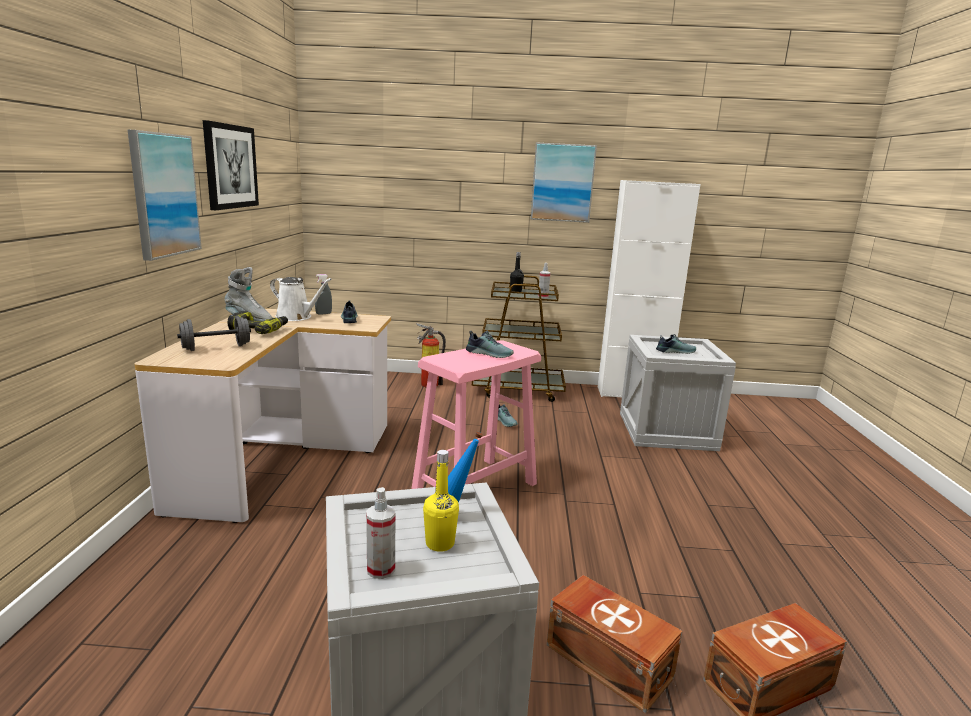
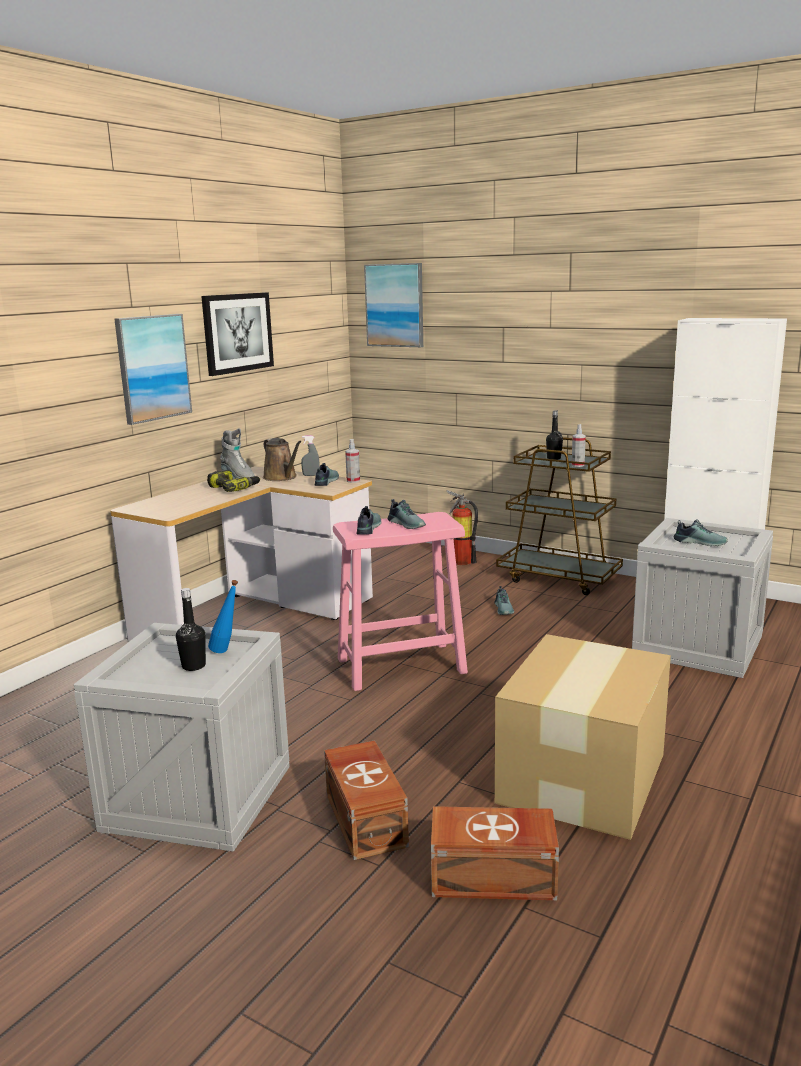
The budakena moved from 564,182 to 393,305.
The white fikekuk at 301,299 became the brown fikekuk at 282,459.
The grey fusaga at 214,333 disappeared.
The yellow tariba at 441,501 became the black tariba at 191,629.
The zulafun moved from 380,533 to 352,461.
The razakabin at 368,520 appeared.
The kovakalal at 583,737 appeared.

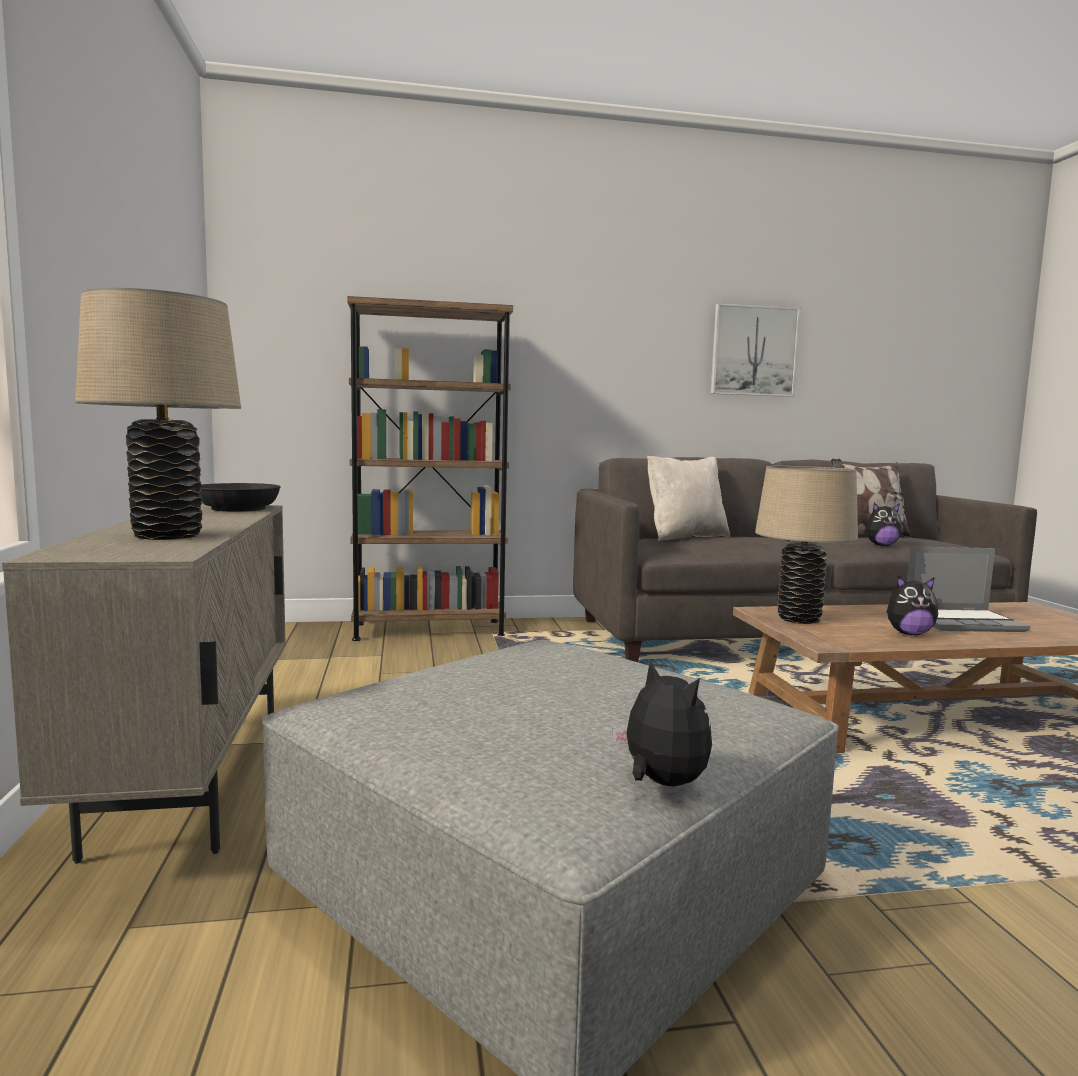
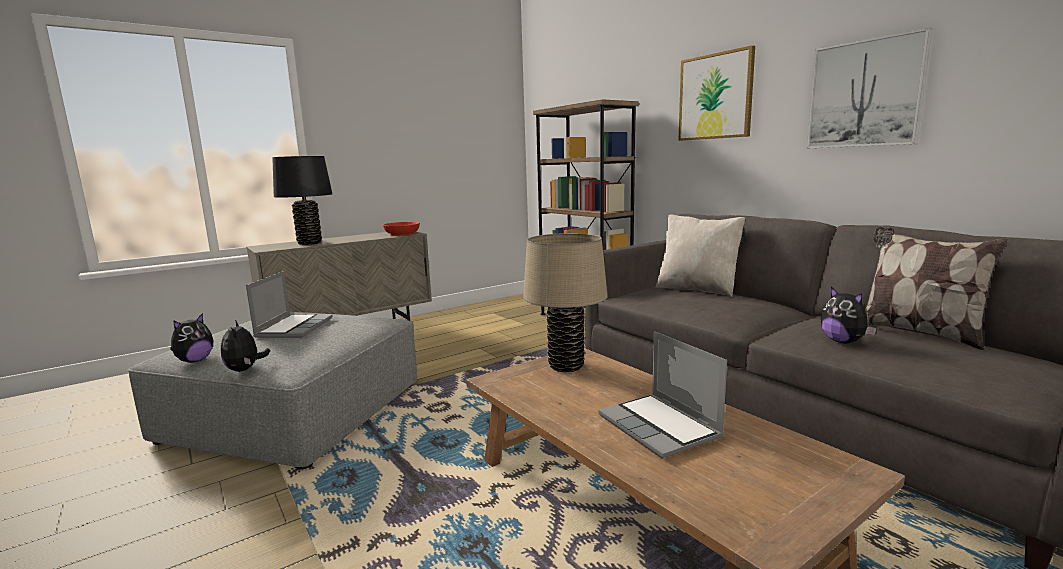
The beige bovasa at 158,413 became the black bovasa at 302,200.
The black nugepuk at 240,497 became the red nugepuk at 401,229.
The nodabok moved from 912,605 to 245,346.
The budakena at 716,93 appeared.
The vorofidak at 289,304 appeared.

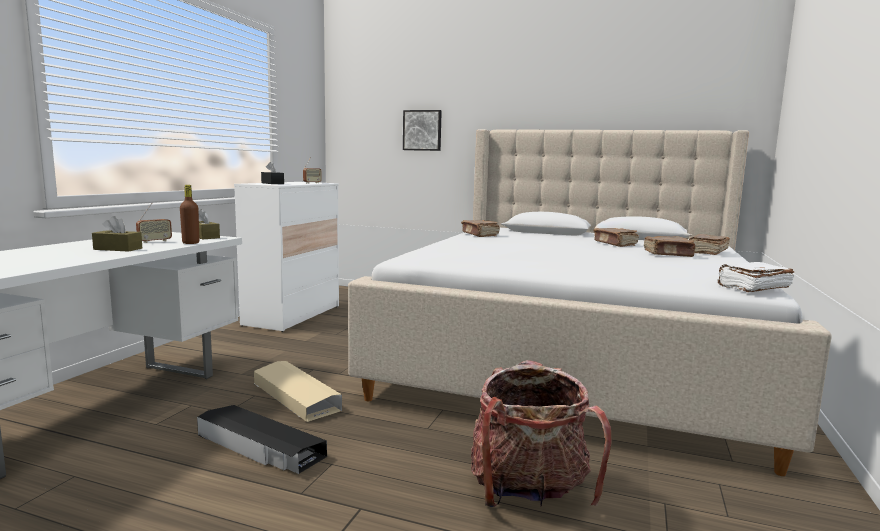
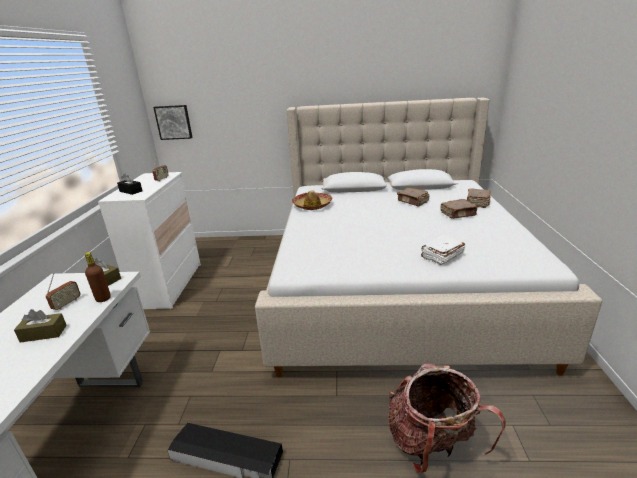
The budakena moved from 422,130 to 173,122.
The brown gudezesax at 480,228 was replaced by the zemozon at 312,200.
The white gudezesax moved from 756,277 to 443,250.
The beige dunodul at 298,391 disappeared.

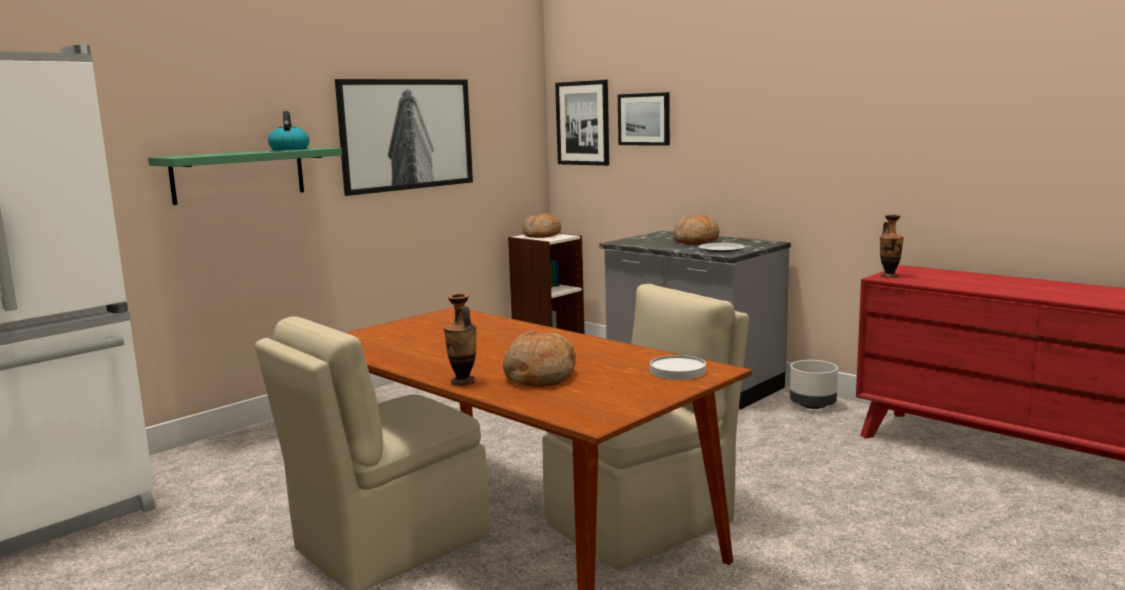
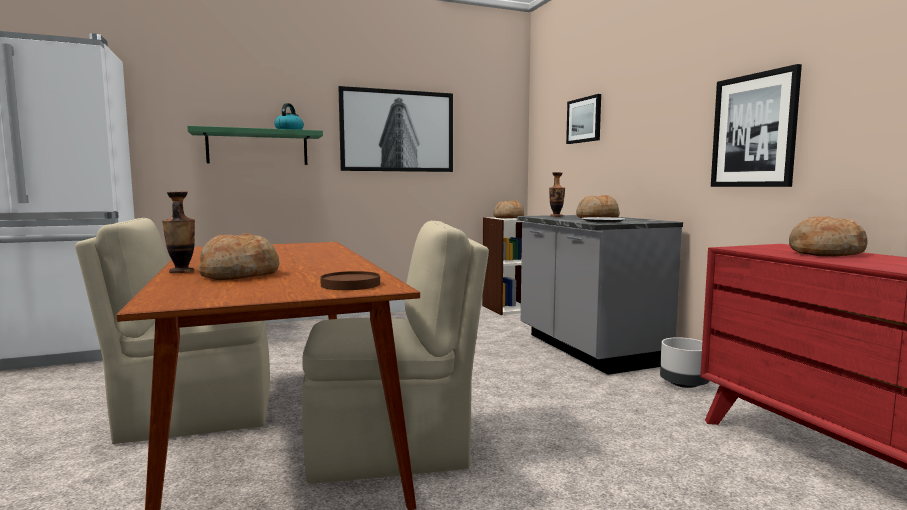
The budakena moved from 582,123 to 756,125.
The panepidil moved from 892,246 to 557,194.
The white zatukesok at 678,367 became the brown zatukesok at 350,280.
The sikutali at 828,236 appeared.

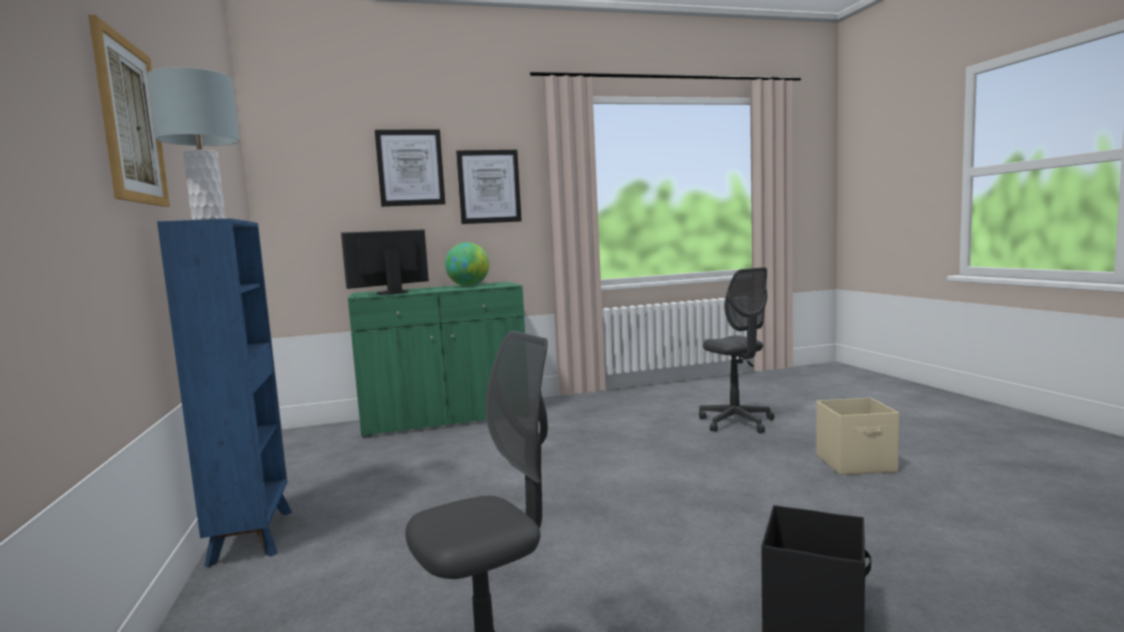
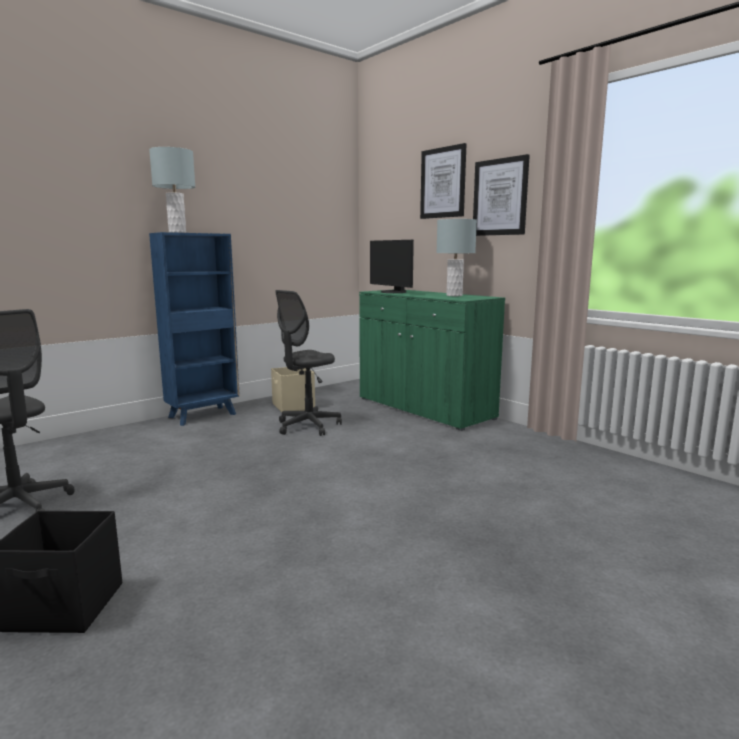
The budakena at 129,111 disappeared.
The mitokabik at 385,262 turned 150 degrees counterclockwise.
The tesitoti at 467,264 was replaced by the grey bovasa at 457,257.
The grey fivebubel moved from 736,350 to 308,363.
The beige dunodul moved from 857,436 to 293,389.

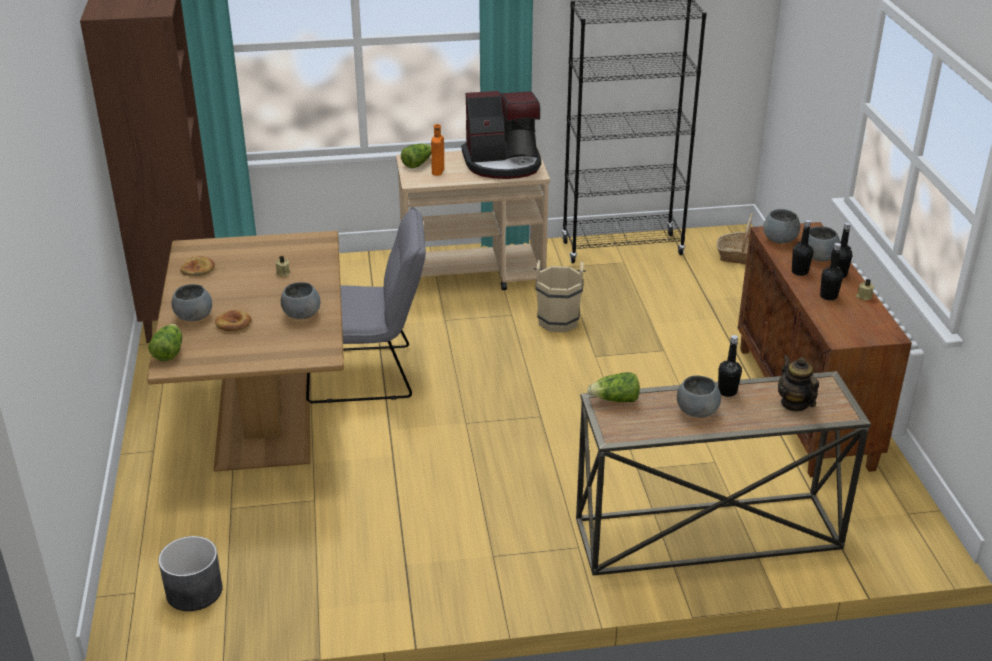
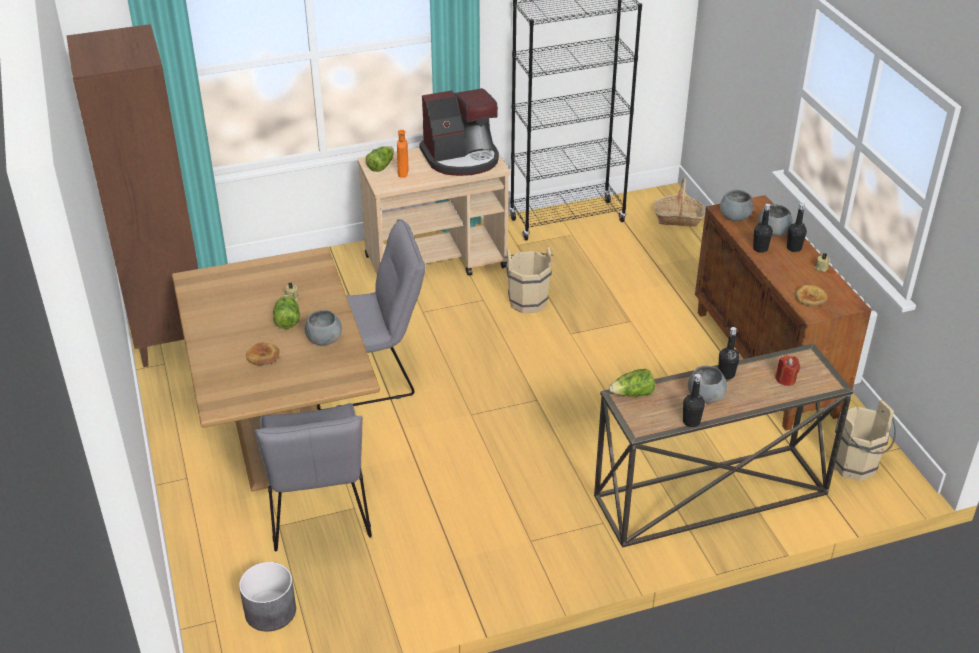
The black tariba moved from 831,271 to 694,400.
The sikutali moved from 197,266 to 811,295.
The grey nugepuk at 192,302 disappeared.
The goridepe moved from 165,342 to 286,312.
The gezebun at 798,383 was replaced by the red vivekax at 787,370.
The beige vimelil at 865,440 appeared.
The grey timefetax at 313,477 appeared.

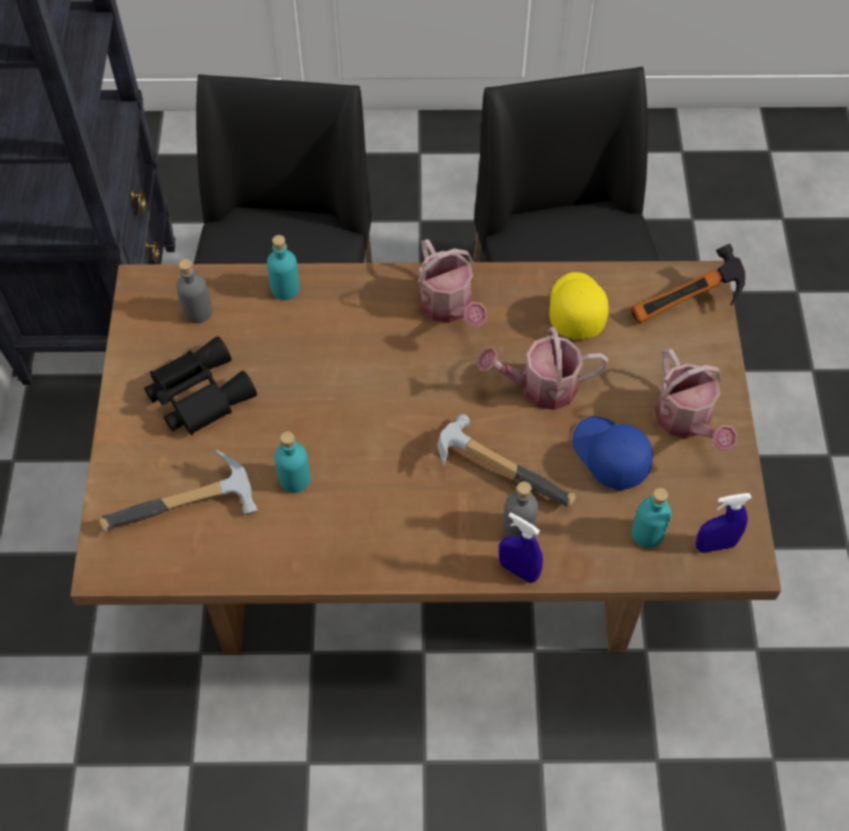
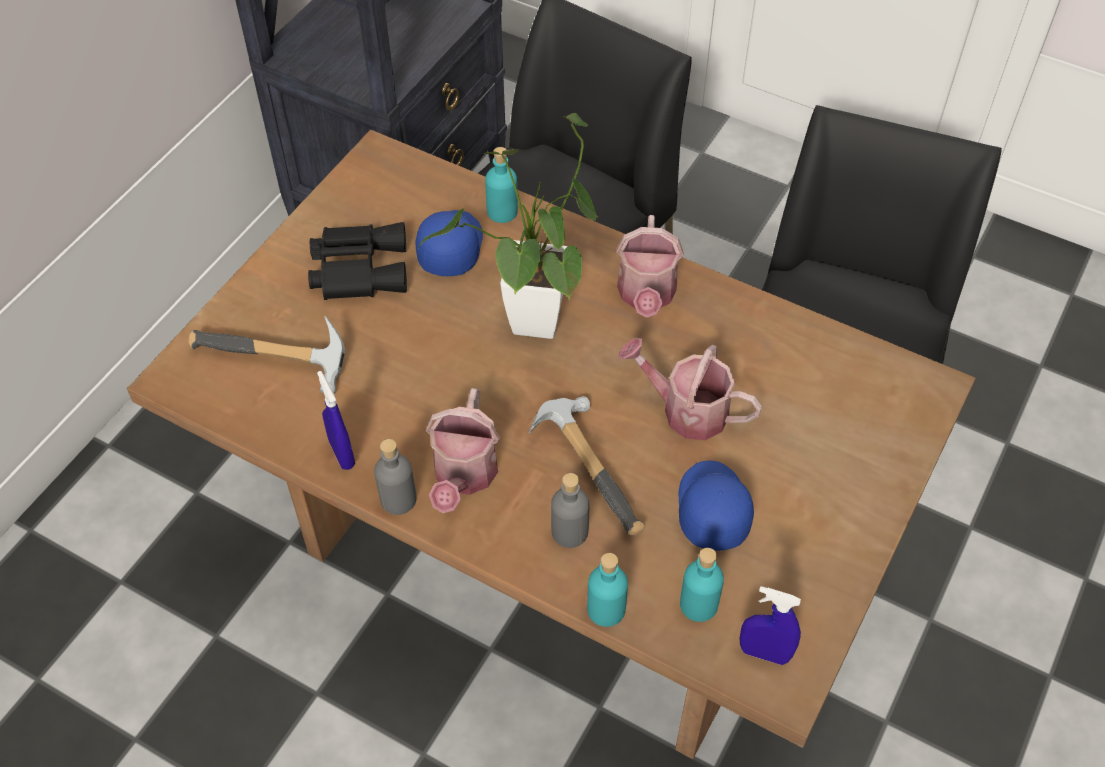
The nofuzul at 687,284 disappeared.
The grey tariba moved from 194,291 to 395,477.
The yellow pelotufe at 579,305 disappeared.
The fikekuk moved from 696,400 to 463,450.
The turquoise tariba moved from 293,462 to 607,590.
The blue zulafun moved from 521,547 to 336,420.
The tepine at 508,226 appeared.
The blue pelotufe at 449,243 appeared.

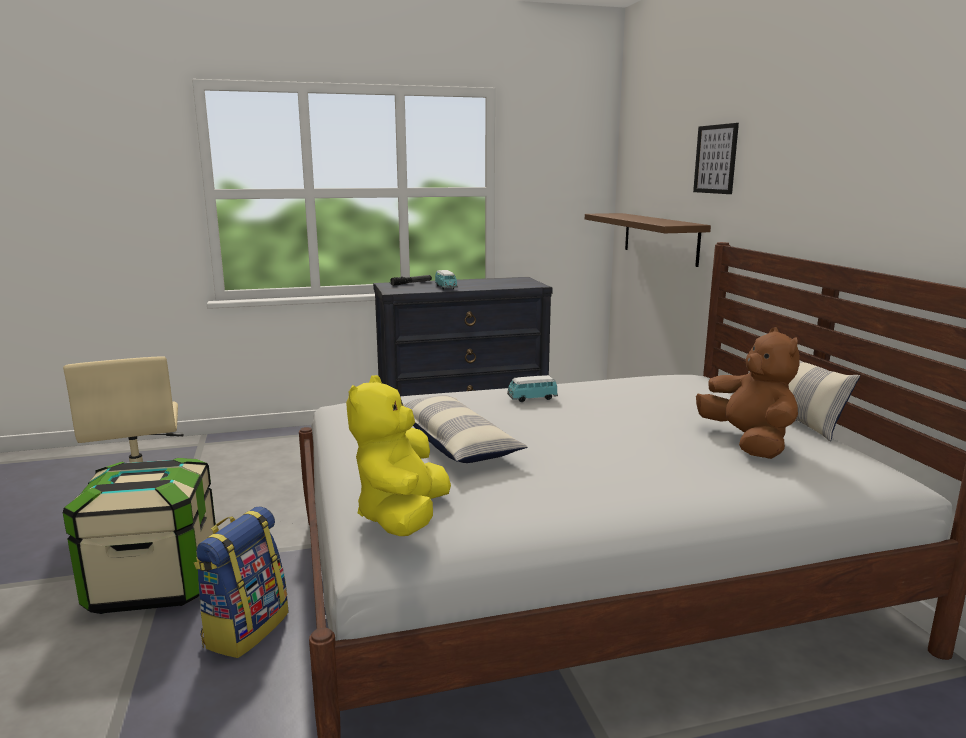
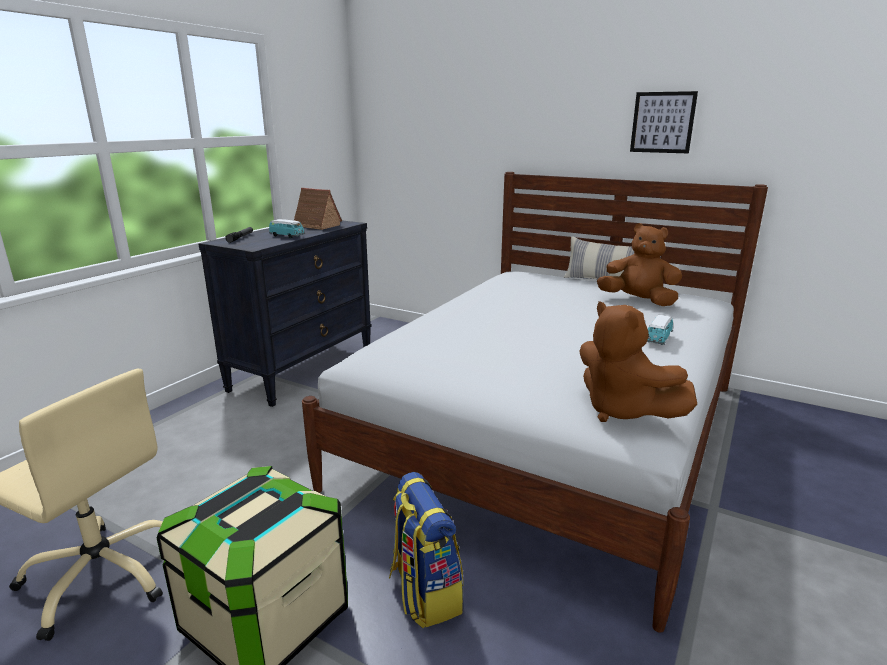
The budakena moved from 716,158 to 664,122.
The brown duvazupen at 648,240 disappeared.
The yellow nodabok at 398,455 became the brown nodabok at 638,361.
The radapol moved from 532,388 to 660,330.
The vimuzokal at 465,429 disappeared.
The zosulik at 318,209 appeared.

